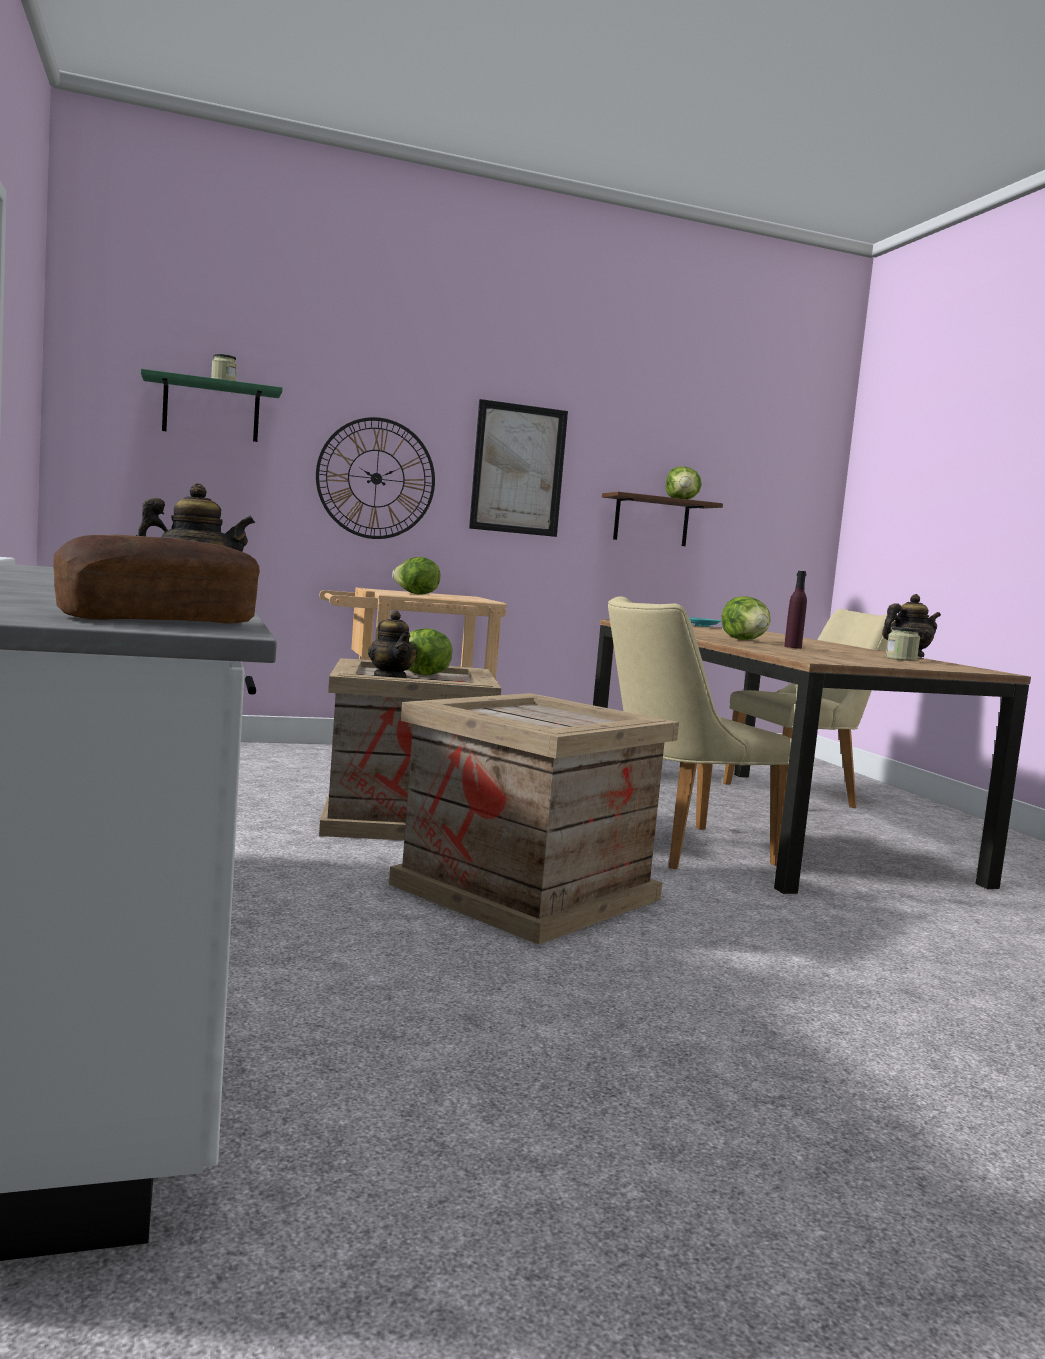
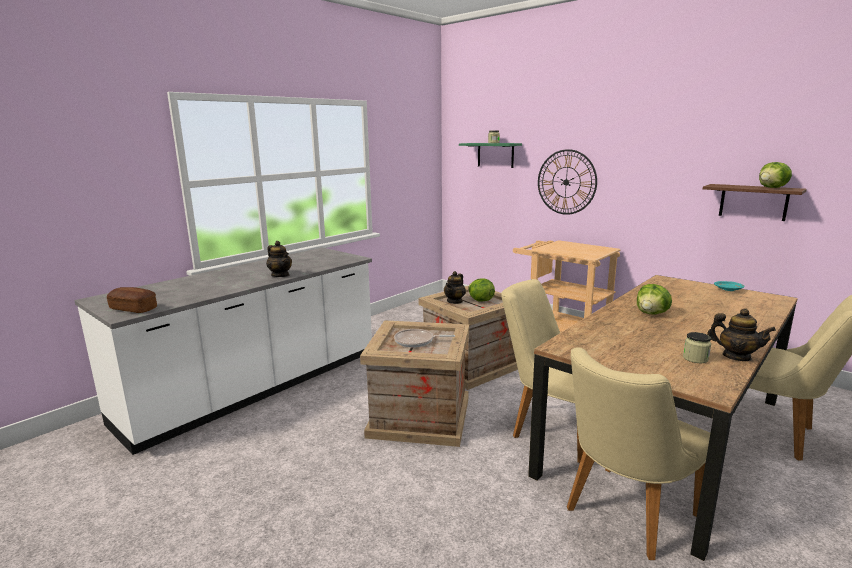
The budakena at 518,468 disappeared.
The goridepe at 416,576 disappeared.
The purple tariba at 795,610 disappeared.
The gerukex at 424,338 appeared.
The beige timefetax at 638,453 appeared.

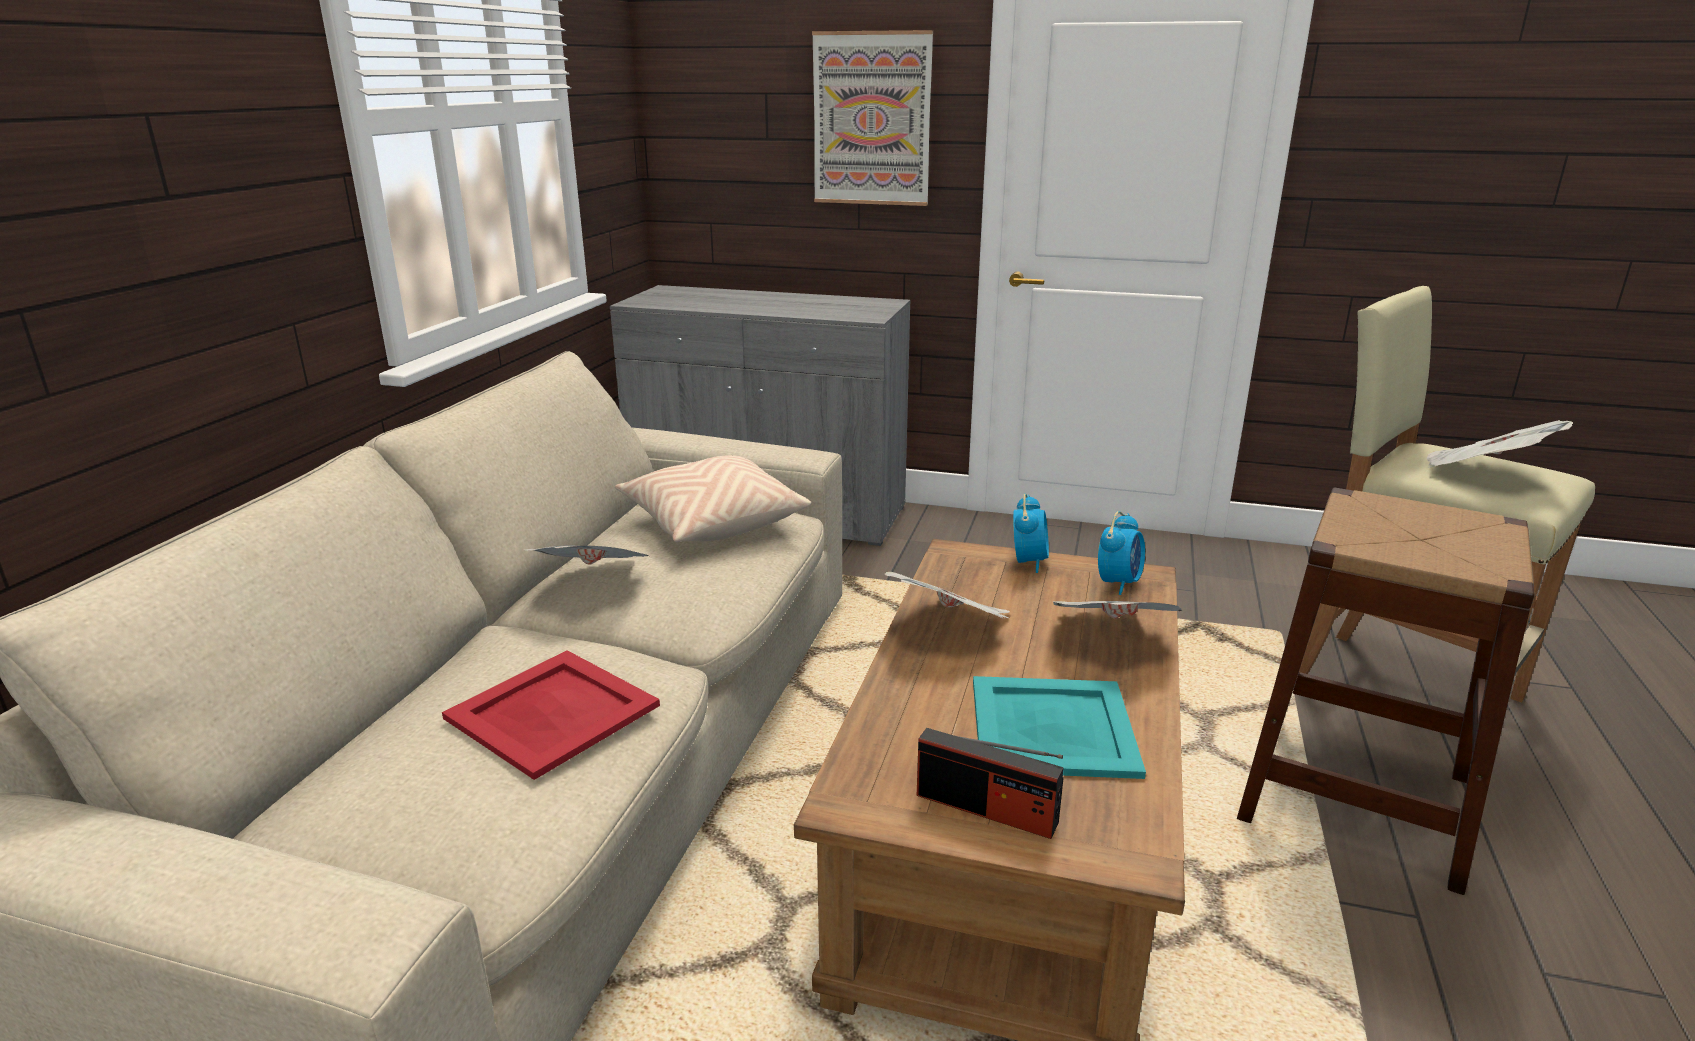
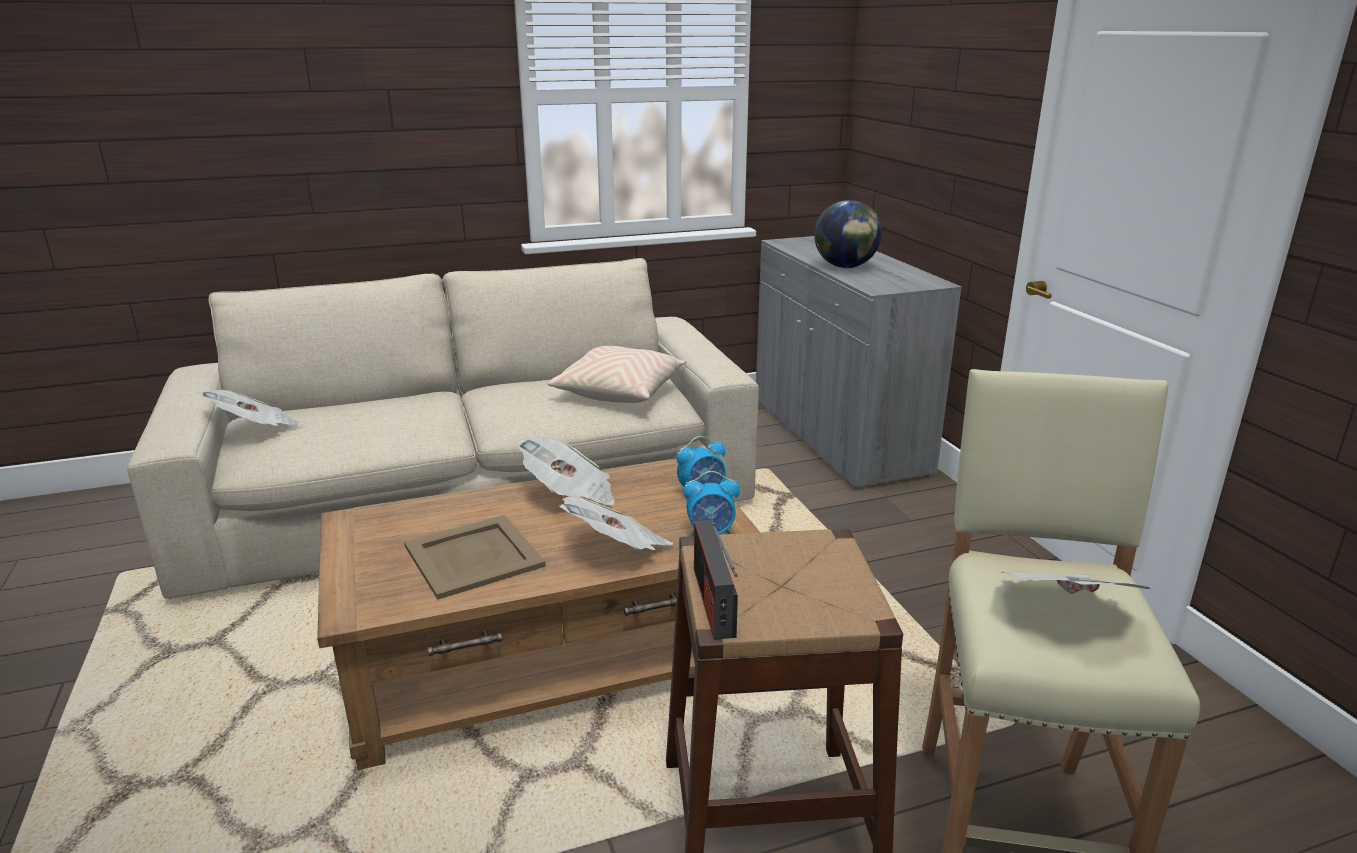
The budakena at 872,118 disappeared.
The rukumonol moved from 586,555 to 250,408.
The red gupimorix at 551,715 disappeared.
The turquoise gupimorix at 1059,727 became the beige gupimorix at 475,557.
The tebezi moved from 990,783 to 716,580.
The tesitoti at 848,234 appeared.

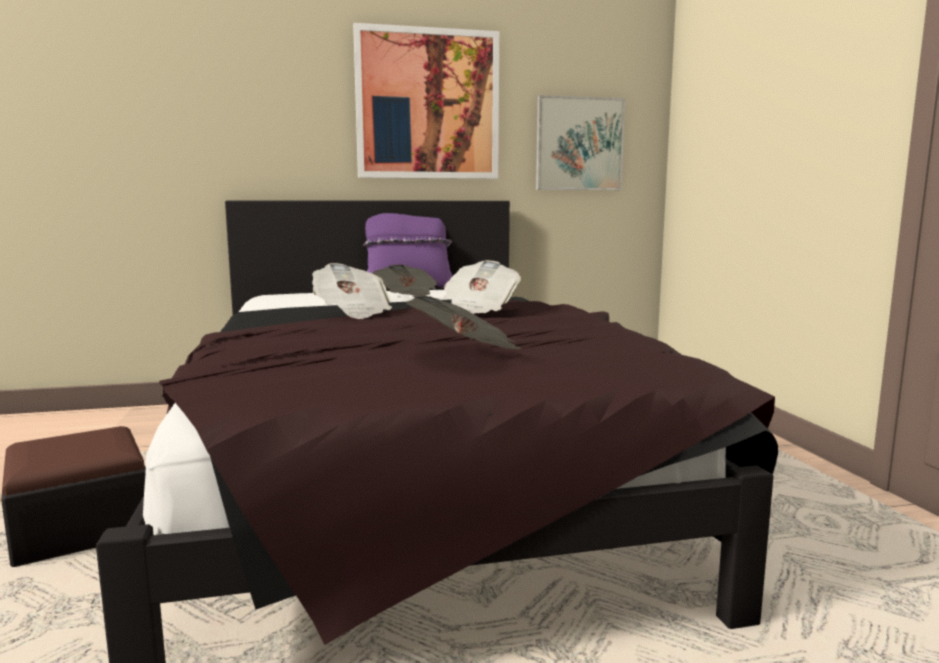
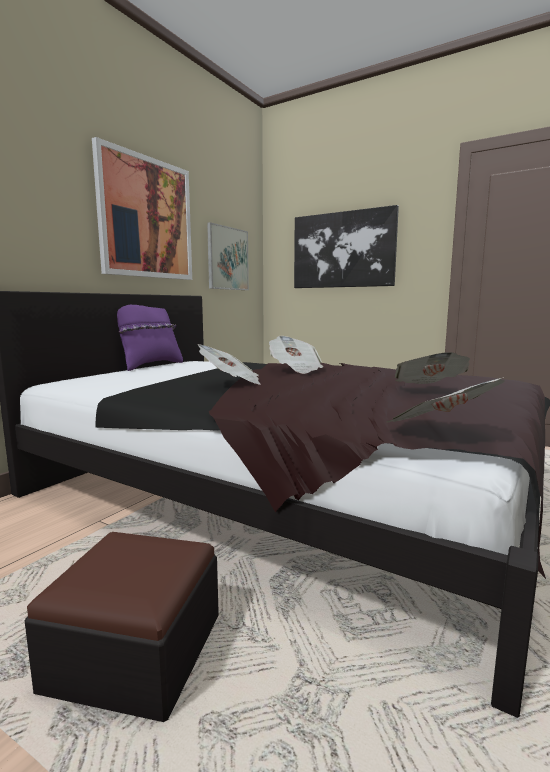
The rukumonol moved from 405,280 to 446,400.
The budakena at 346,246 appeared.

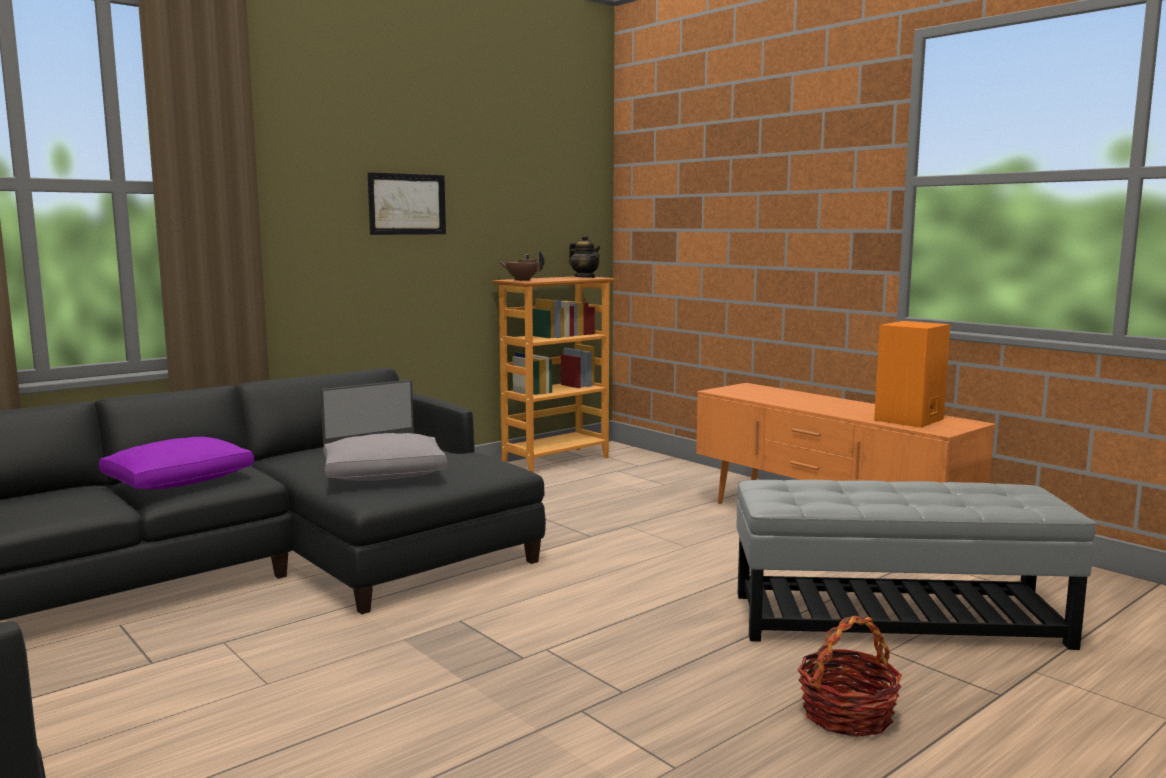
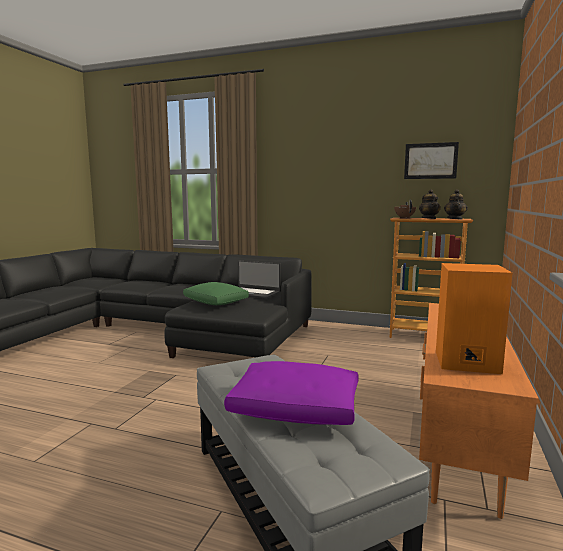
The budakena moved from 407,203 to 431,160.
The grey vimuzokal at 385,457 became the green vimuzokal at 216,293.
The purple vimuzokal moved from 176,463 to 291,393.
The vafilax at 850,676 disappeared.
The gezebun at 430,204 appeared.

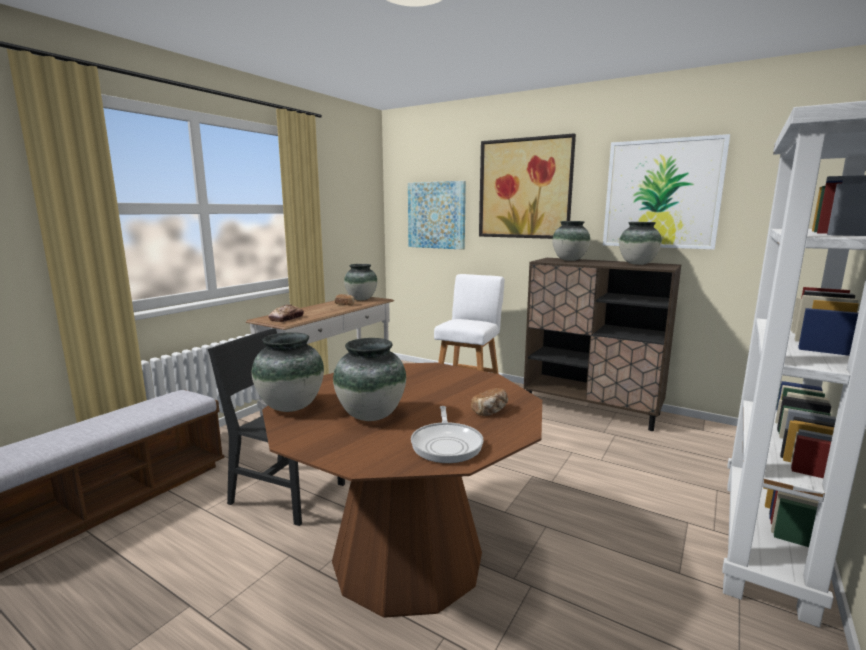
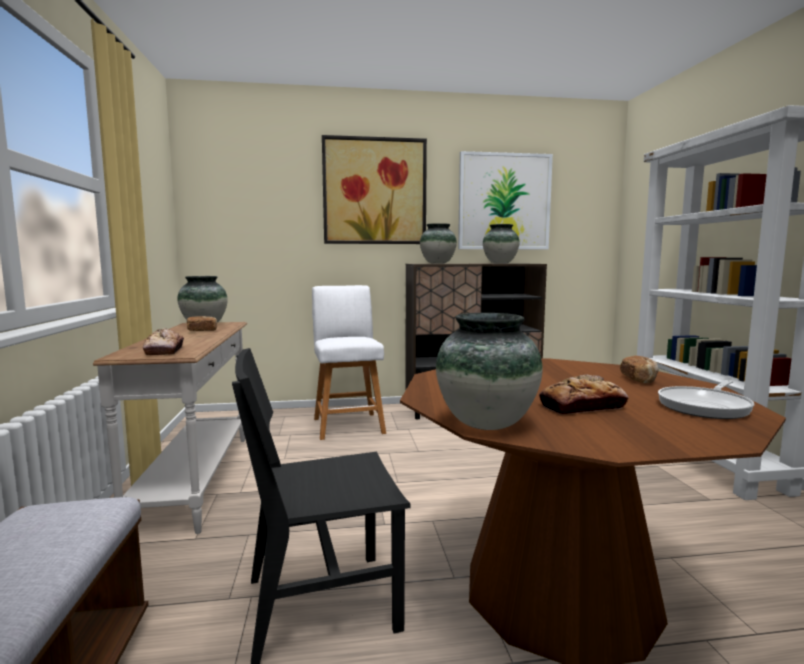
The budakena at 437,215 disappeared.
The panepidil at 369,379 was replaced by the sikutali at 584,395.
The gerukex at 447,434 turned 90 degrees clockwise.

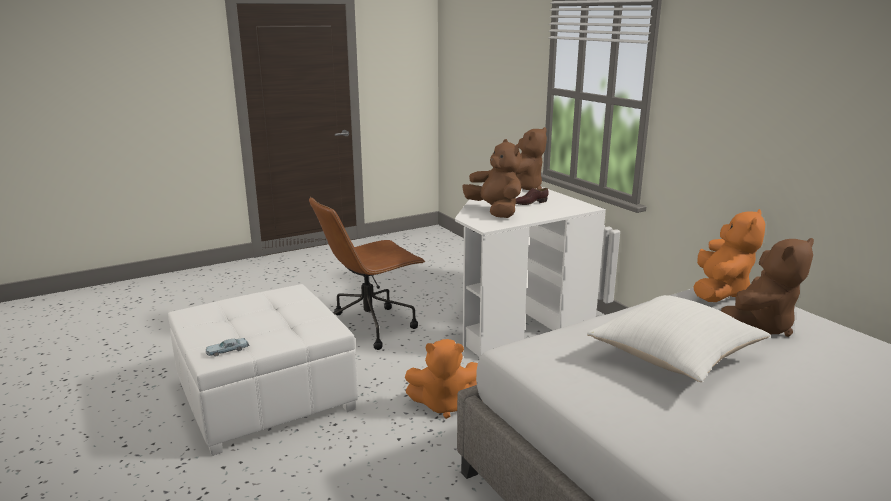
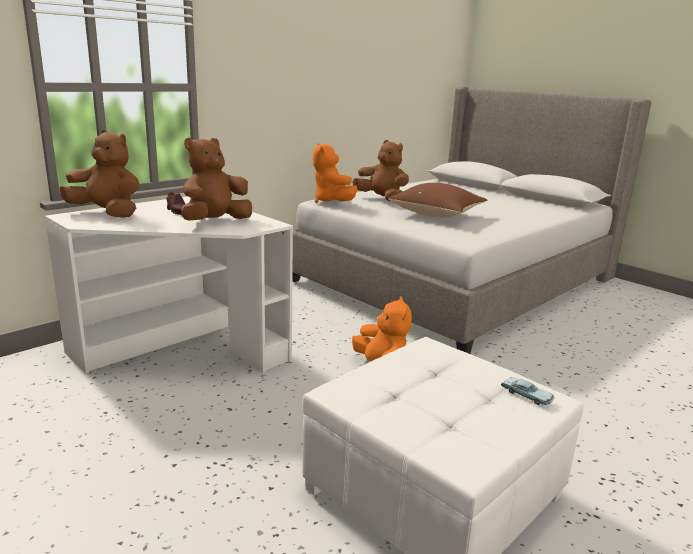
The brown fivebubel at 367,273 disappeared.
The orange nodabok at 729,255 turned 120 degrees counterclockwise.
The white vimuzokal at 678,338 became the brown vimuzokal at 438,200.

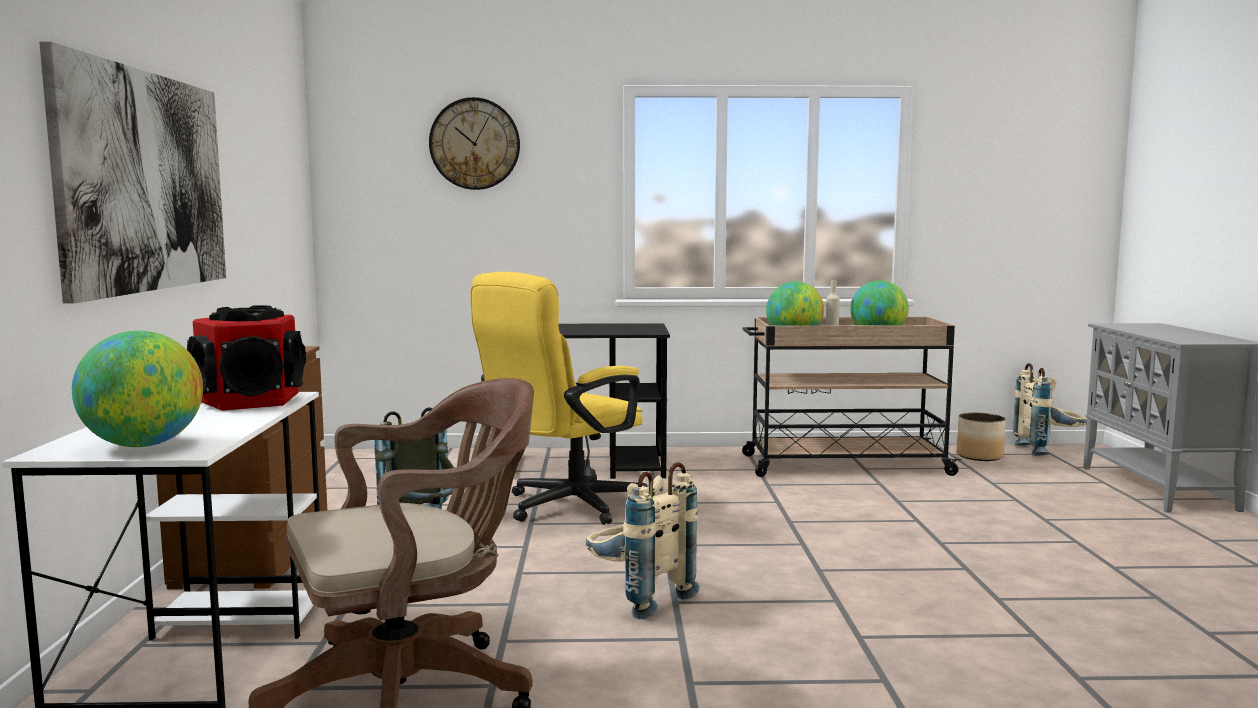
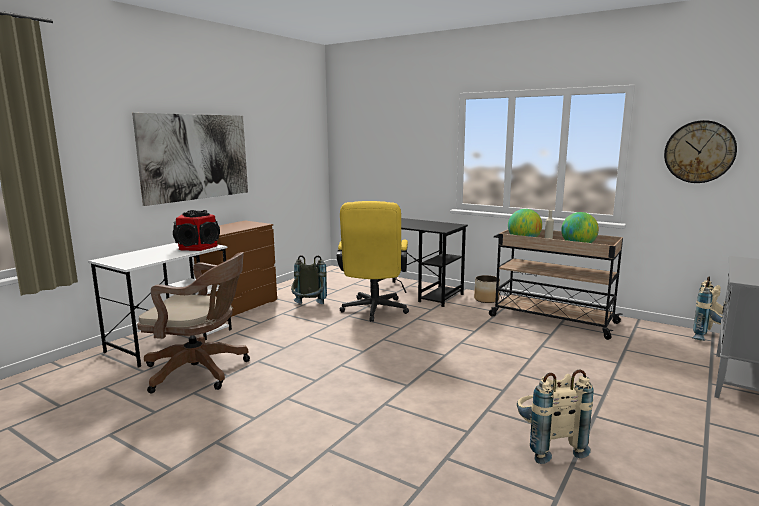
The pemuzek moved from 474,143 to 700,151.
The yellow fivebubel at 558,398 turned 75 degrees counterclockwise.
The tesitoti at 137,389 disappeared.
The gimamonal moved from 980,437 to 487,289.
The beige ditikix moved from 643,540 to 555,417.

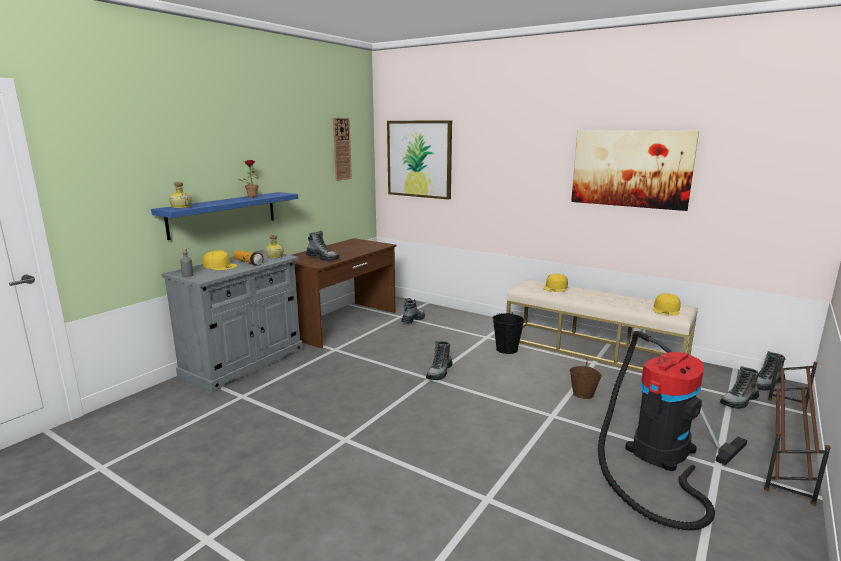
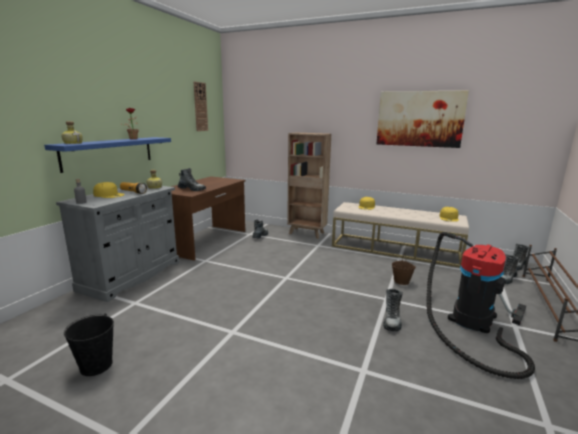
The budakena at 419,160 disappeared.
The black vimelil moved from 508,333 to 89,344.
The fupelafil moved from 439,360 to 393,310.
The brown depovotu at 309,186 appeared.

